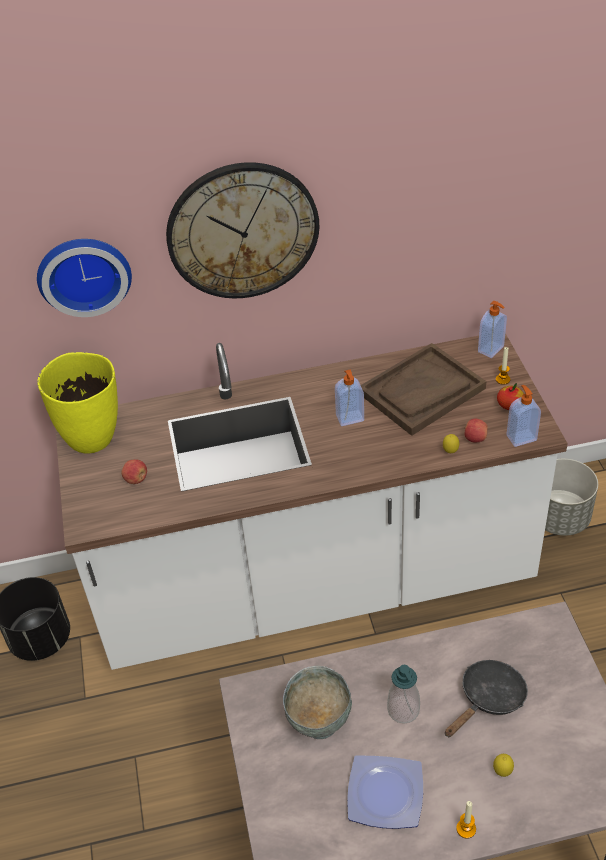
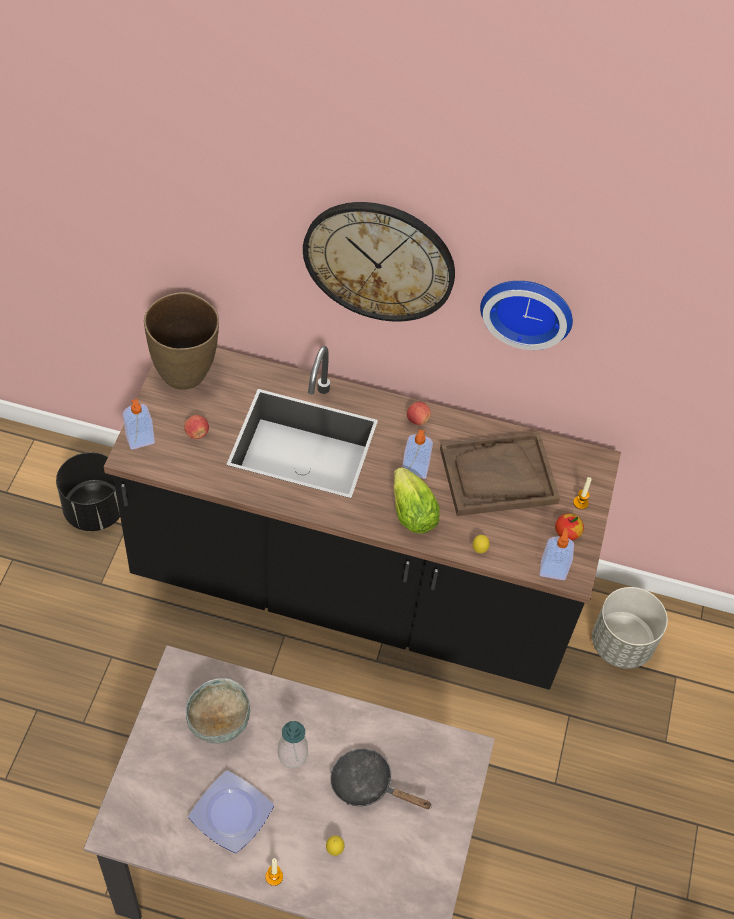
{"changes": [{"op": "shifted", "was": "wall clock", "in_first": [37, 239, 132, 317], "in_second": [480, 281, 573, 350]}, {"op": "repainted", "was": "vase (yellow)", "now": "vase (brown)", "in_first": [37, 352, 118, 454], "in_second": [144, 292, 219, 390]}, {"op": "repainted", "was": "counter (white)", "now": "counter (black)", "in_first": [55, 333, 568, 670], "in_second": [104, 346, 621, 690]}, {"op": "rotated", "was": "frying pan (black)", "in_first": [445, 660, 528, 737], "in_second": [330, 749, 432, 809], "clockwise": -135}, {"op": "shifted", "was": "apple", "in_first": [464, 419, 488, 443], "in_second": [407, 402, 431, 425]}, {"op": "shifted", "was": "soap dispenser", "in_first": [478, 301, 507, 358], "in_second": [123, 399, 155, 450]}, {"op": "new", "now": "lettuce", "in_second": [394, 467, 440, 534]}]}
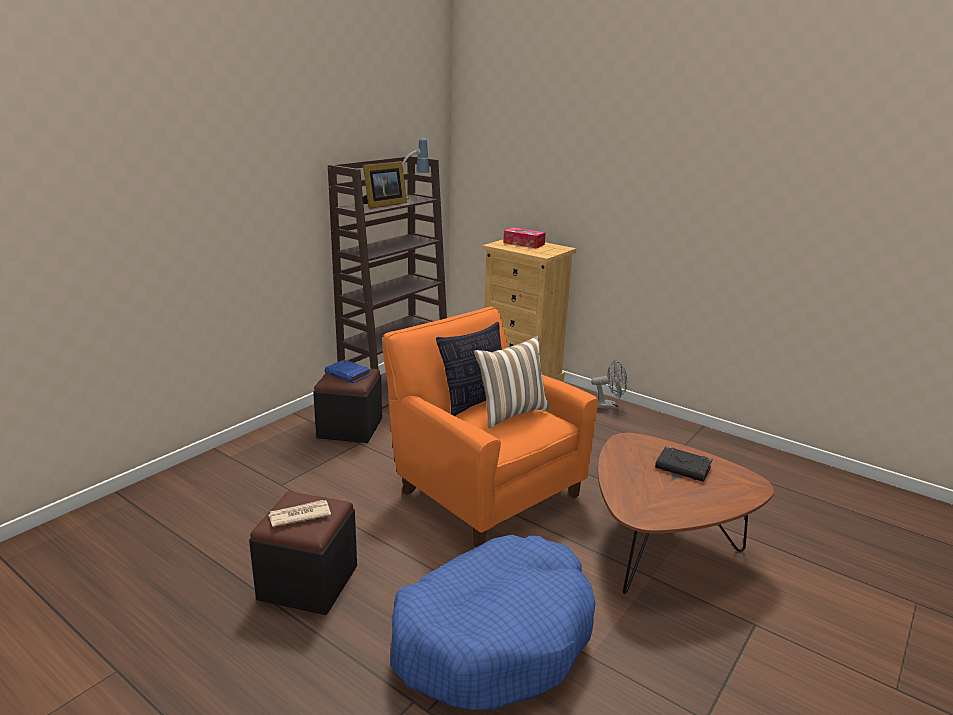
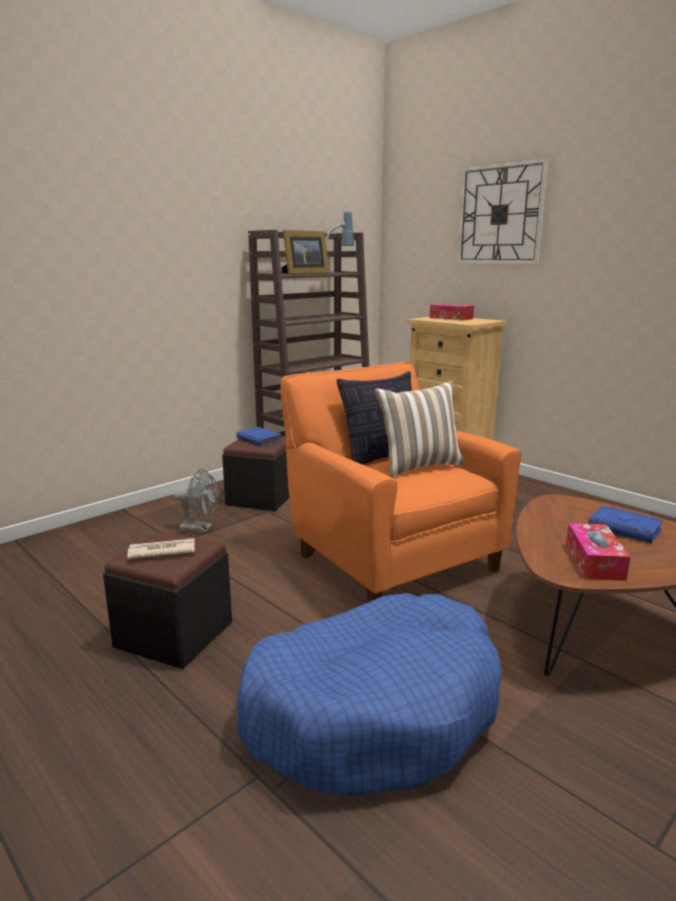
{"changes": [{"op": "shifted", "was": "fan (grey)", "in_first": [591, 360, 627, 409], "in_second": [173, 469, 219, 533]}, {"op": "repainted", "was": "book (black)", "now": "book (blue)", "in_first": [655, 446, 713, 482], "in_second": [589, 505, 663, 543]}, {"op": "new", "now": "wall clock", "in_second": [457, 158, 549, 264]}, {"op": "new", "now": "tissue box", "in_second": [566, 523, 630, 581]}]}
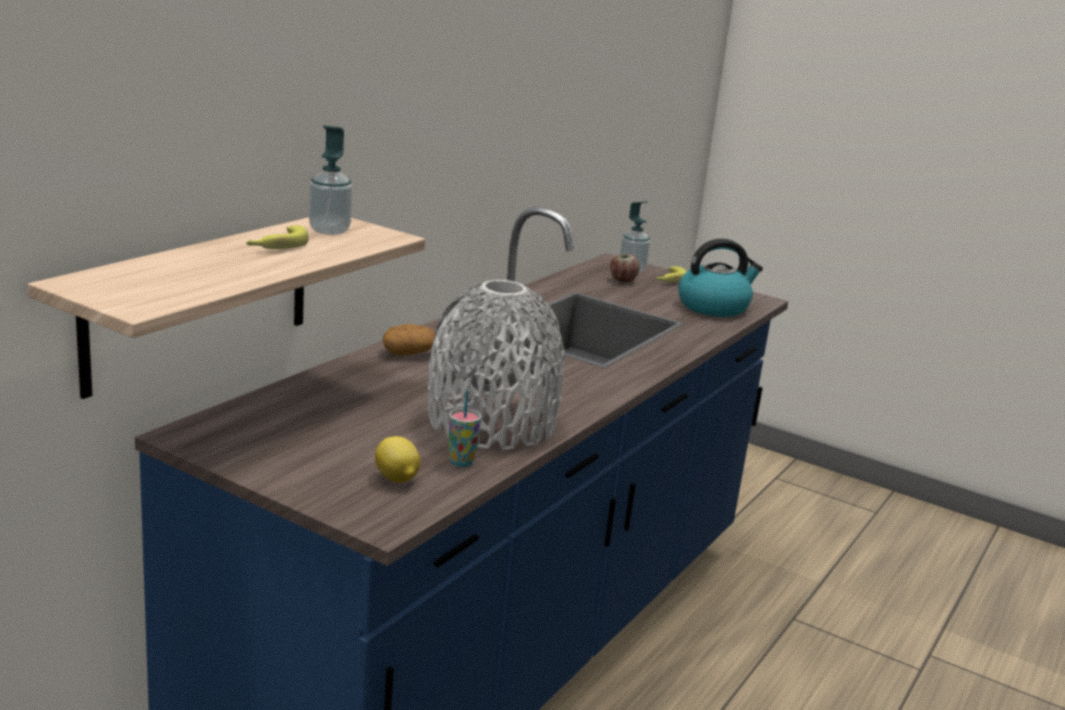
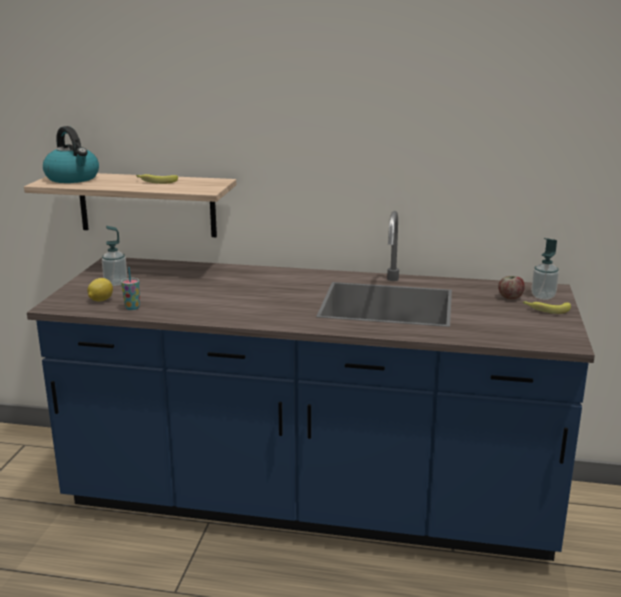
{"changes": [{"op": "shifted", "was": "soap dispenser", "in_first": [309, 126, 352, 235], "in_second": [102, 226, 127, 286]}, {"op": "gone", "was": "potato", "in_first": [383, 324, 435, 355]}, {"op": "gone", "was": "vase (grey)", "in_first": [428, 280, 565, 450]}, {"op": "shifted", "was": "kettle", "in_first": [678, 239, 763, 317], "in_second": [43, 126, 99, 183]}]}
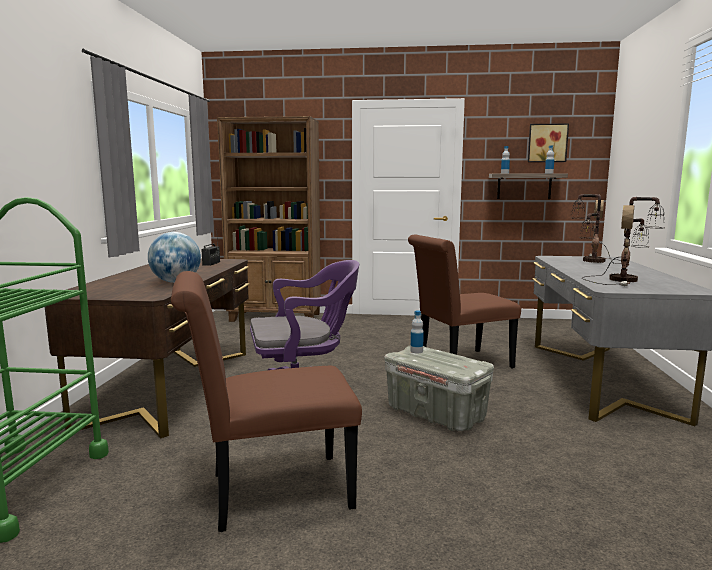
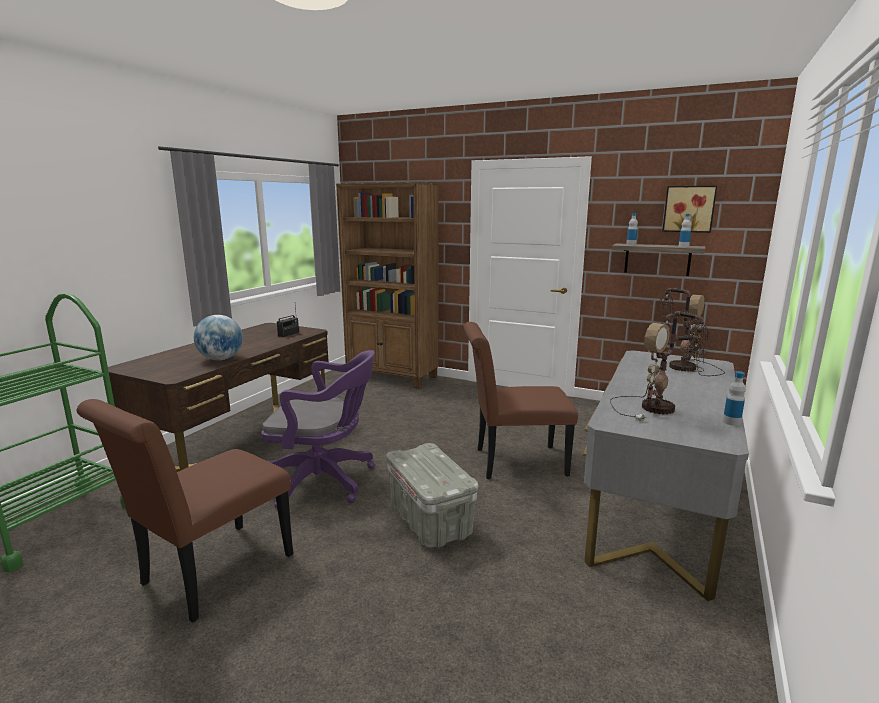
{"changes": [{"op": "rotated", "was": "chair (brown)", "in_first": [171, 271, 362, 532], "in_second": [77, 399, 293, 623], "clockwise": -60}, {"op": "shifted", "was": "bottle", "in_first": [410, 310, 424, 353], "in_second": [723, 371, 746, 426]}]}
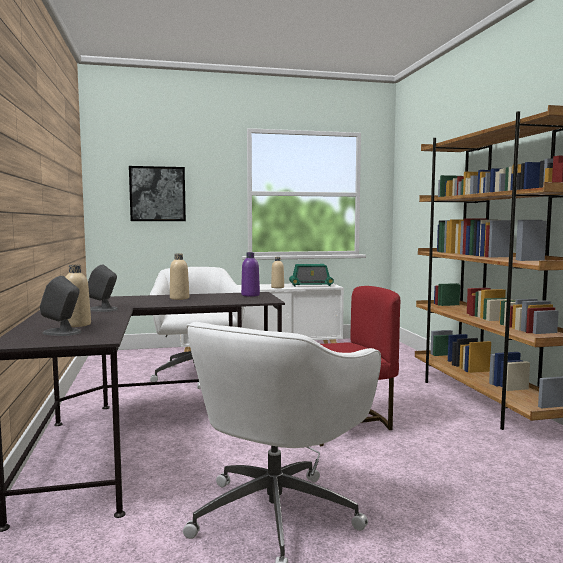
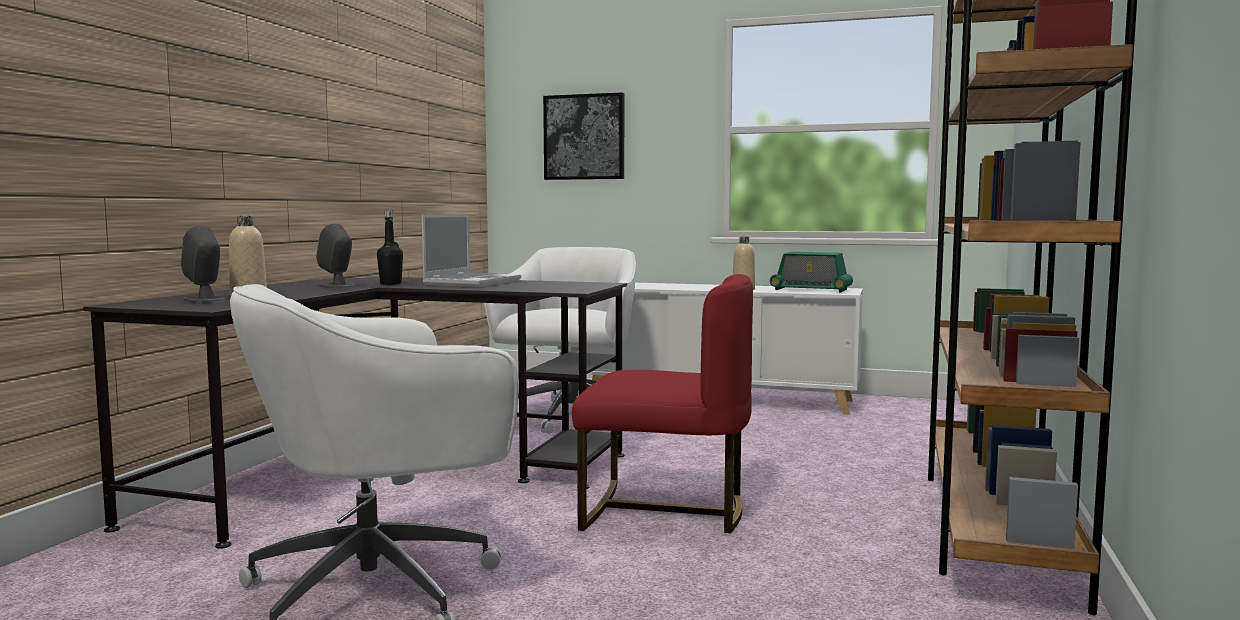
{"changes": [{"op": "swapped", "was": "bottle (beige)", "now": "laptop", "in_first": [170, 254, 189, 300], "in_second": [422, 214, 521, 287]}, {"op": "gone", "was": "bottle (purple)", "in_first": [241, 252, 260, 297]}, {"op": "new", "now": "bottle (black)", "in_second": [377, 211, 403, 285]}]}
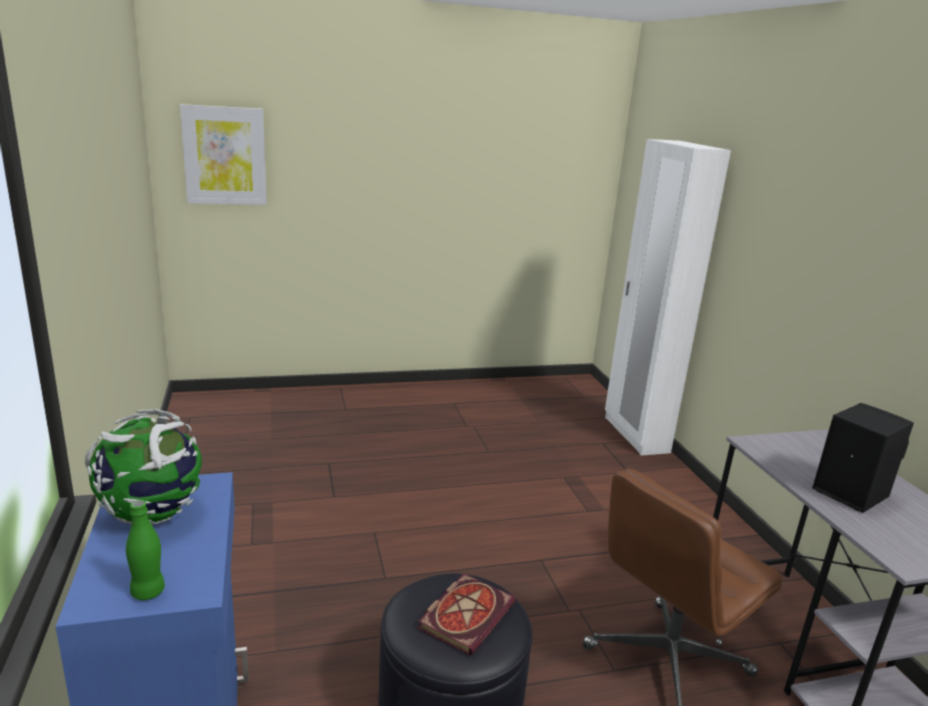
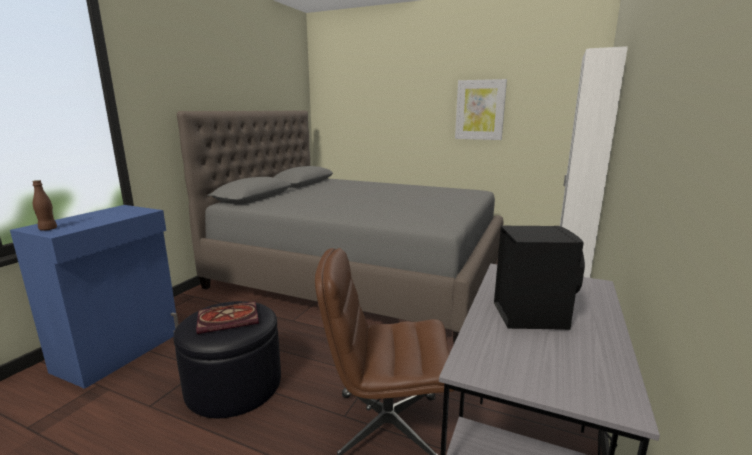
{"changes": [{"op": "gone", "was": "globe", "in_first": [85, 409, 202, 525]}, {"op": "repainted", "was": "bottle (green)", "now": "bottle (brown)", "in_first": [126, 500, 165, 600], "in_second": [32, 180, 57, 231]}, {"op": "shifted", "was": "picture", "in_first": [180, 104, 267, 205], "in_second": [455, 79, 507, 140]}, {"op": "new", "now": "bed (grey)", "in_second": [177, 110, 504, 343]}]}
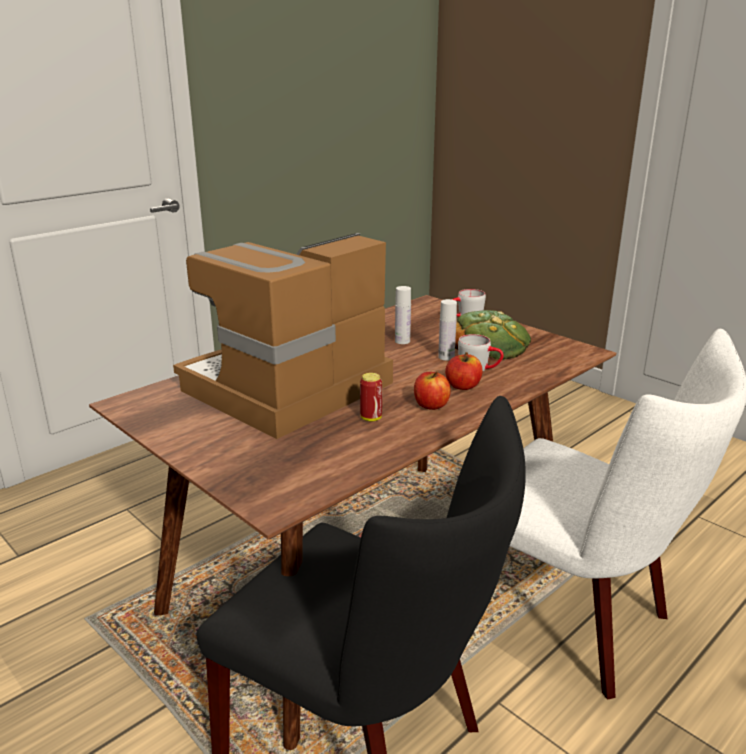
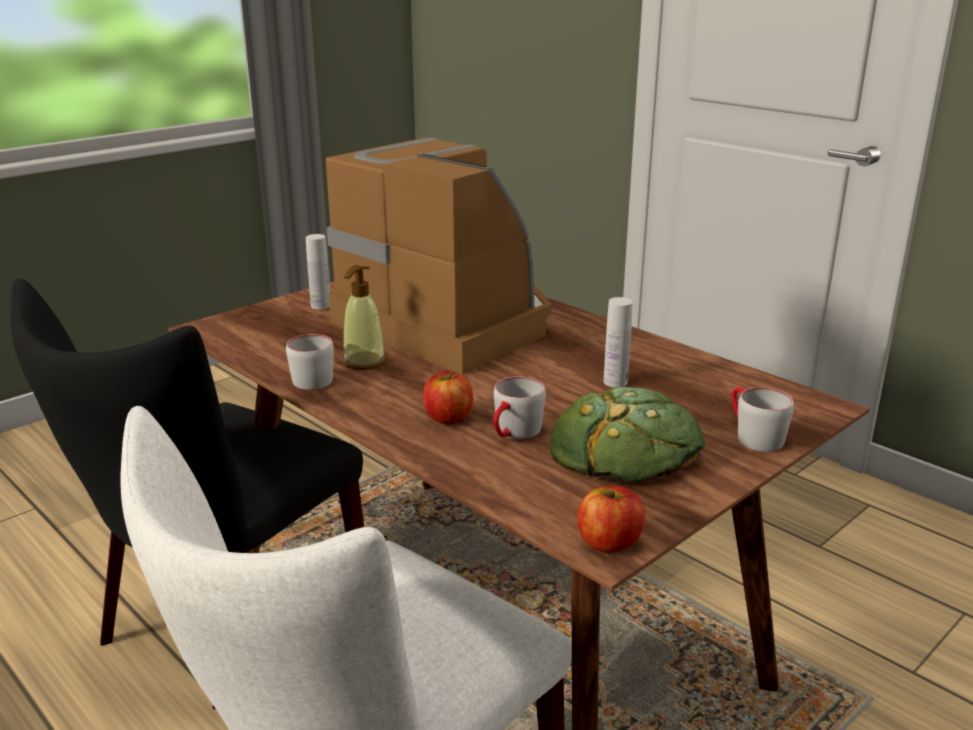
{"changes": [{"op": "swapped", "was": "can", "now": "soap dispenser", "in_first": [360, 373, 382, 422], "in_second": [343, 265, 386, 370]}, {"op": "shifted", "was": "apple", "in_first": [414, 372, 450, 410], "in_second": [577, 486, 645, 553]}, {"op": "shifted", "was": "bottle (white)", "in_first": [438, 299, 457, 361], "in_second": [306, 234, 330, 309]}, {"op": "new", "now": "mug (grey)", "in_second": [286, 334, 334, 390]}]}
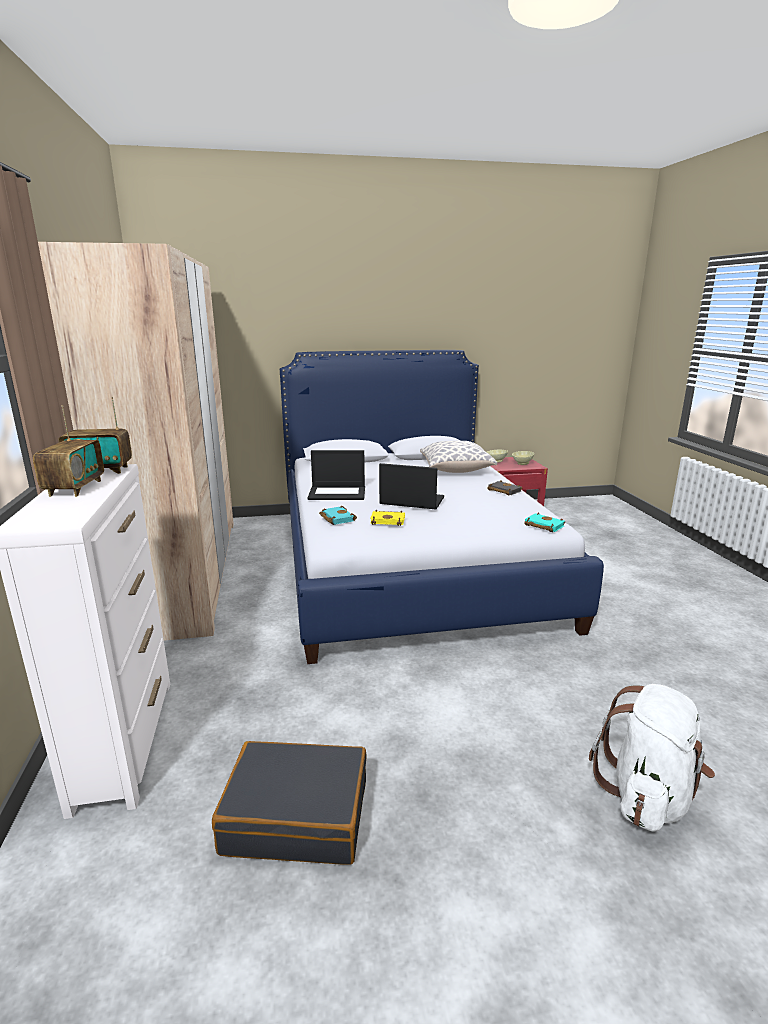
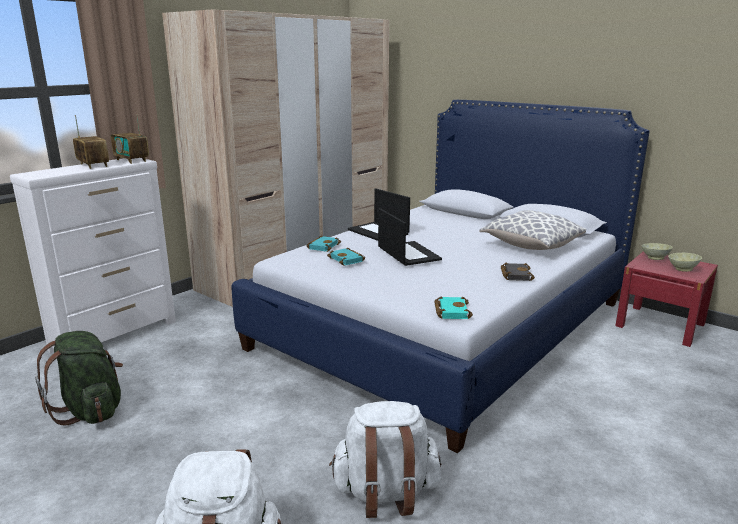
{"changes": [{"op": "rotated", "was": "radio", "in_first": [33, 405, 104, 497], "in_second": [73, 115, 109, 169], "clockwise": -90}, {"op": "swapped", "was": "suitcase (black)", "now": "backpack (green)", "in_first": [212, 741, 367, 865], "in_second": [35, 331, 123, 425]}, {"op": "repainted", "was": "book (yellow)", "now": "book (turquoise)", "in_first": [370, 510, 405, 526], "in_second": [327, 247, 365, 266]}, {"op": "new", "now": "backpack (white)", "in_second": [329, 401, 441, 518]}]}
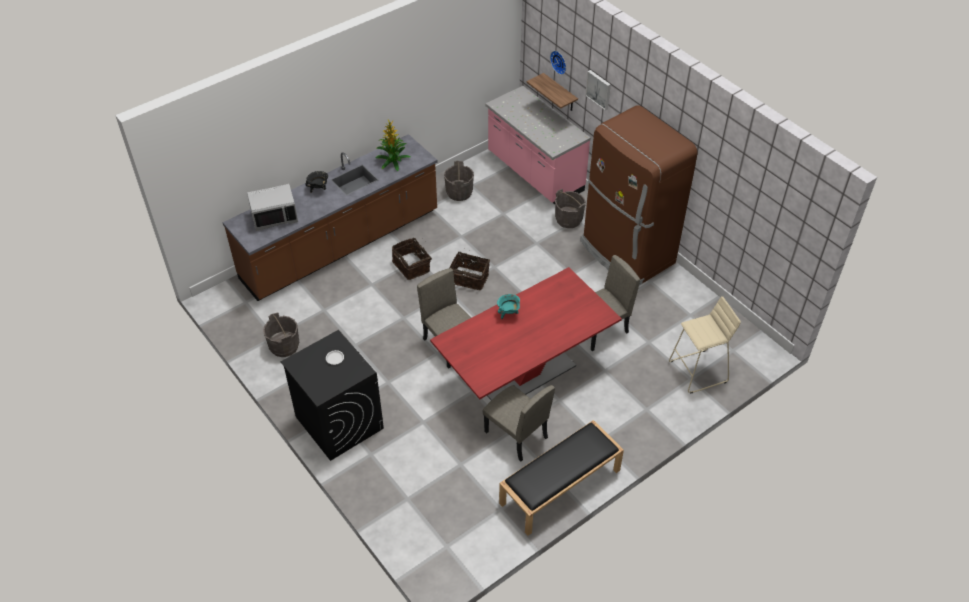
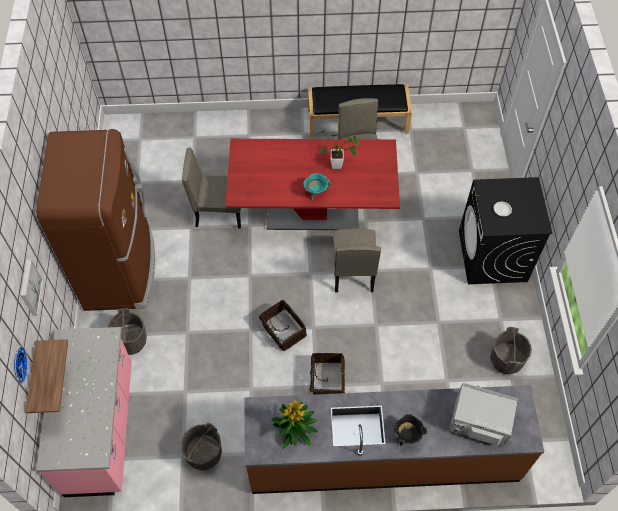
{"changes": [{"op": "gone", "was": "stool (beige)", "in_first": [669, 296, 741, 394]}, {"op": "new", "now": "potted plant", "in_second": [318, 131, 359, 169]}]}
